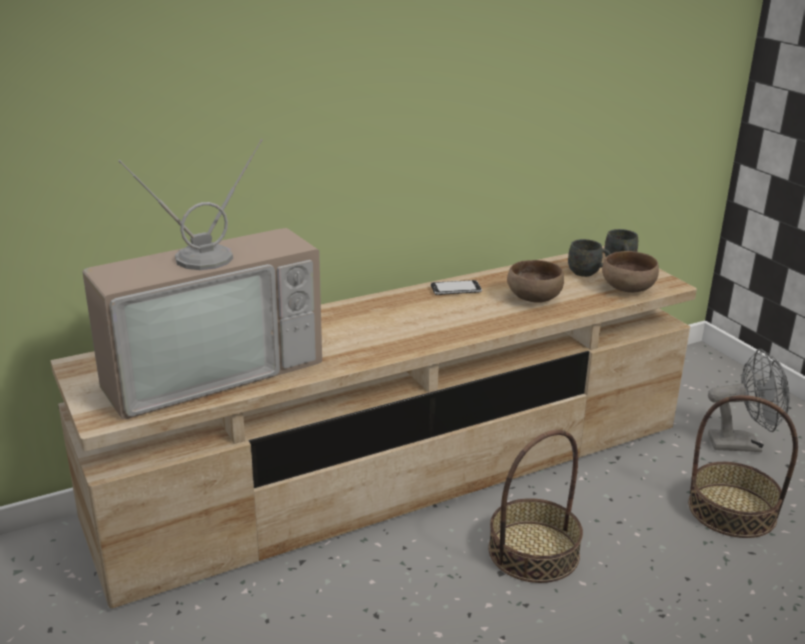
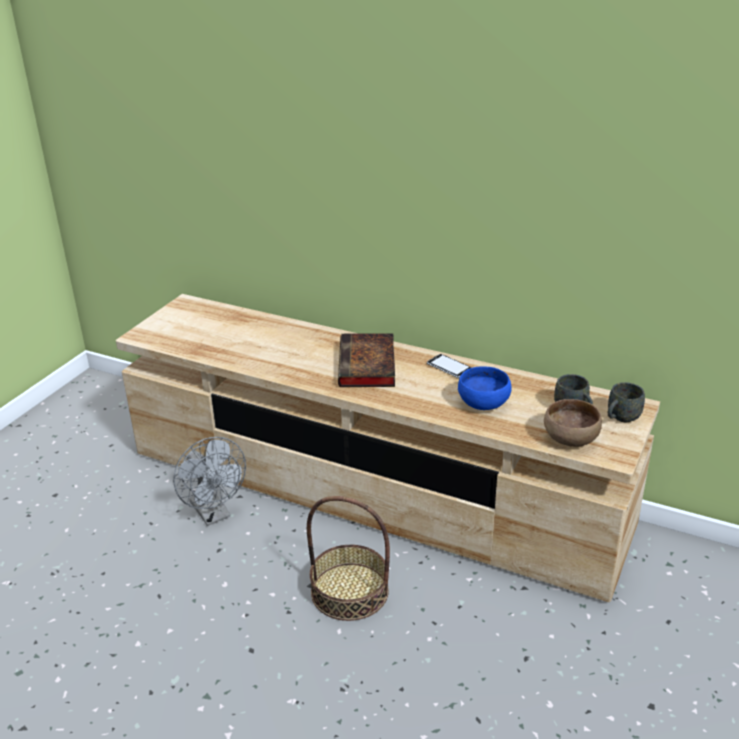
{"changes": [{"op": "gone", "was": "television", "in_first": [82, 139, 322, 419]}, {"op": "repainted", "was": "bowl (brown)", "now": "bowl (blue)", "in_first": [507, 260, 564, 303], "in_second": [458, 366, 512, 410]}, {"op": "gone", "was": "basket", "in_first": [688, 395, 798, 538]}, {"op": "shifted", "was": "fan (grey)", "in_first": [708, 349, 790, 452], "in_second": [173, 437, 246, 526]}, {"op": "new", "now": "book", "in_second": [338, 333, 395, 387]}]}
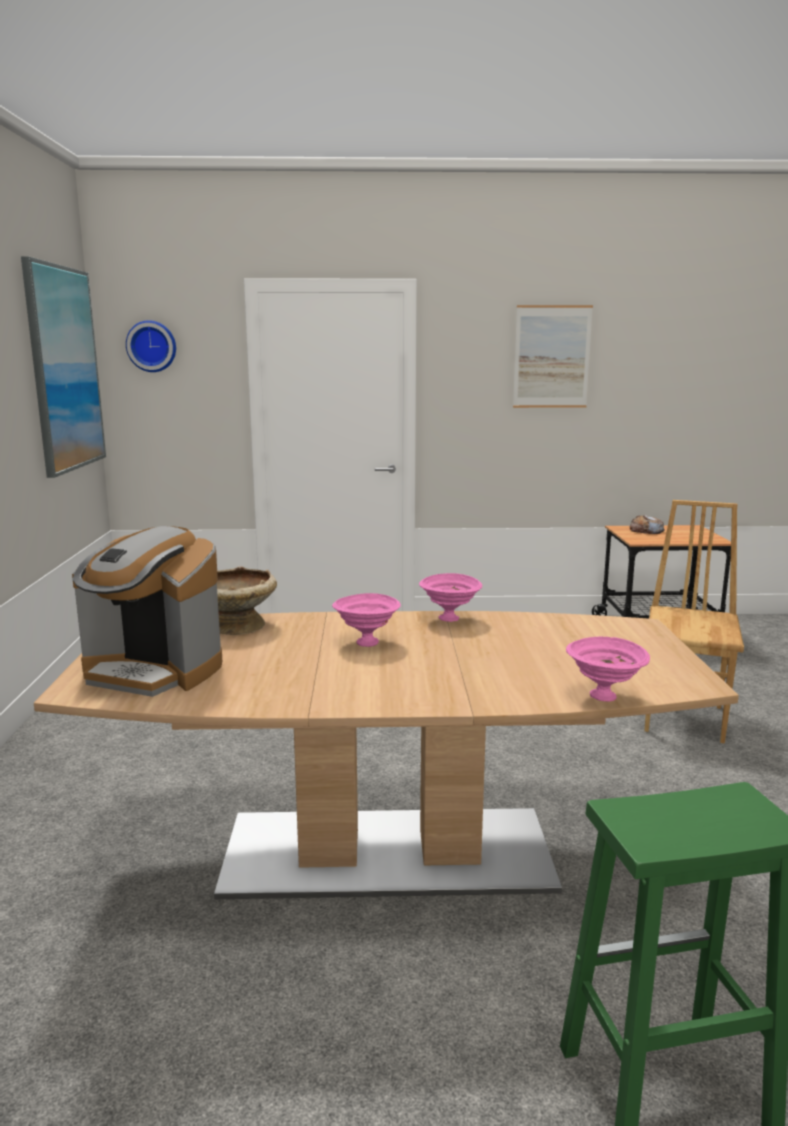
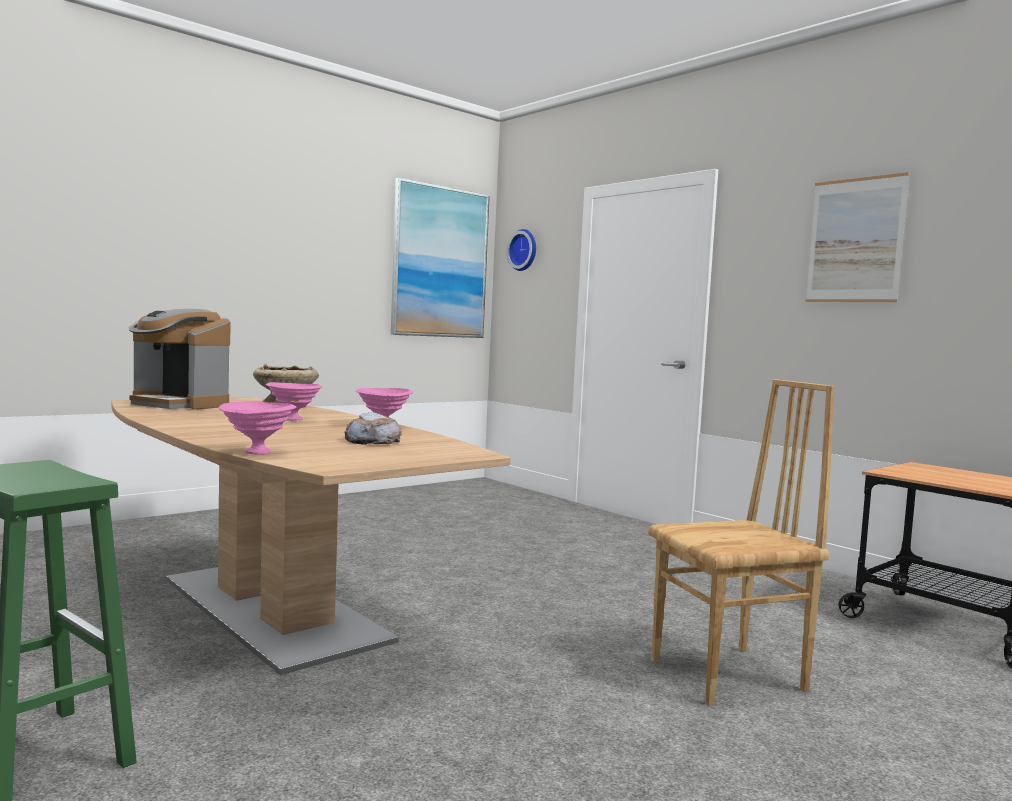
{"changes": [{"op": "rotated", "was": "coffee machine", "in_first": [72, 526, 222, 697], "in_second": [129, 309, 231, 410], "clockwise": -45}, {"op": "shifted", "was": "bread", "in_first": [629, 515, 665, 534], "in_second": [345, 412, 402, 445]}]}
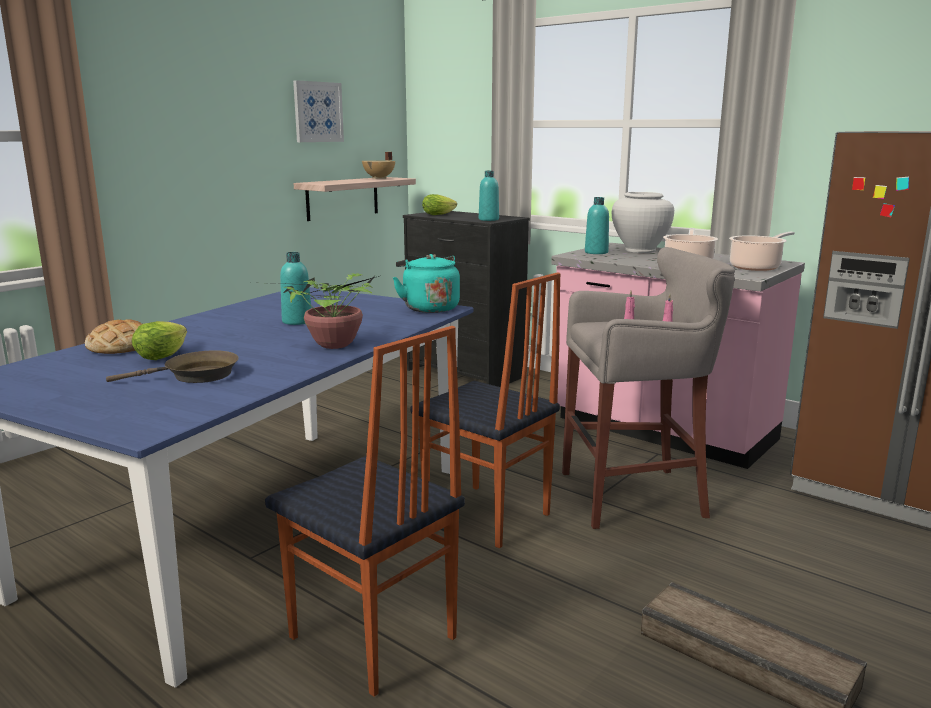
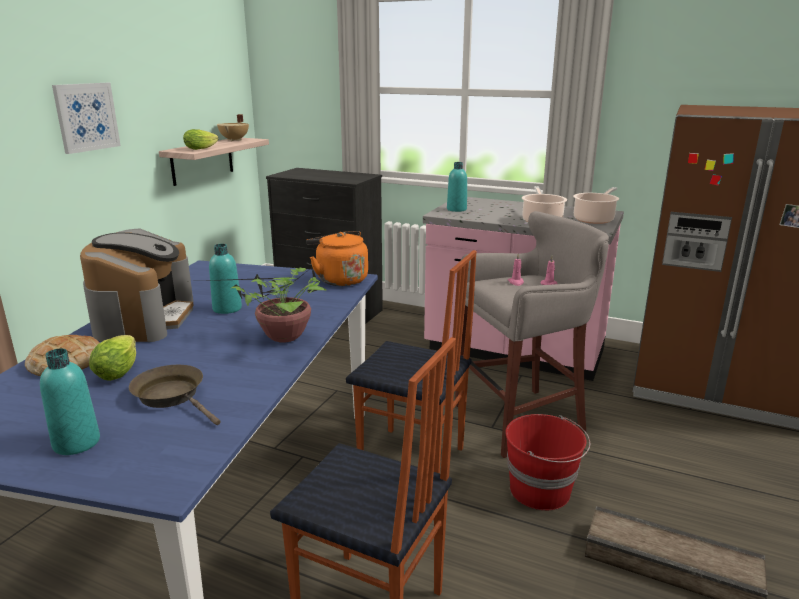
{"changes": [{"op": "rotated", "was": "frying pan (brown)", "in_first": [106, 350, 239, 383], "in_second": [129, 365, 221, 425], "clockwise": -105}, {"op": "shifted", "was": "picture", "in_first": [293, 80, 344, 142], "in_second": [52, 83, 121, 154]}, {"op": "repainted", "was": "kettle (turquoise)", "now": "kettle (orange)", "in_first": [393, 254, 460, 313], "in_second": [306, 231, 368, 286]}, {"op": "shifted", "was": "lettuce", "in_first": [422, 194, 457, 215], "in_second": [183, 129, 219, 150]}, {"op": "shifted", "was": "bottle (turquoise)", "in_first": [479, 171, 499, 221], "in_second": [40, 348, 100, 455]}, {"op": "gone", "was": "vase (white)", "in_first": [612, 192, 674, 253]}, {"op": "new", "now": "coffee machine", "in_second": [80, 229, 194, 342]}, {"op": "new", "now": "bucket (red)", "in_second": [505, 414, 590, 510]}]}
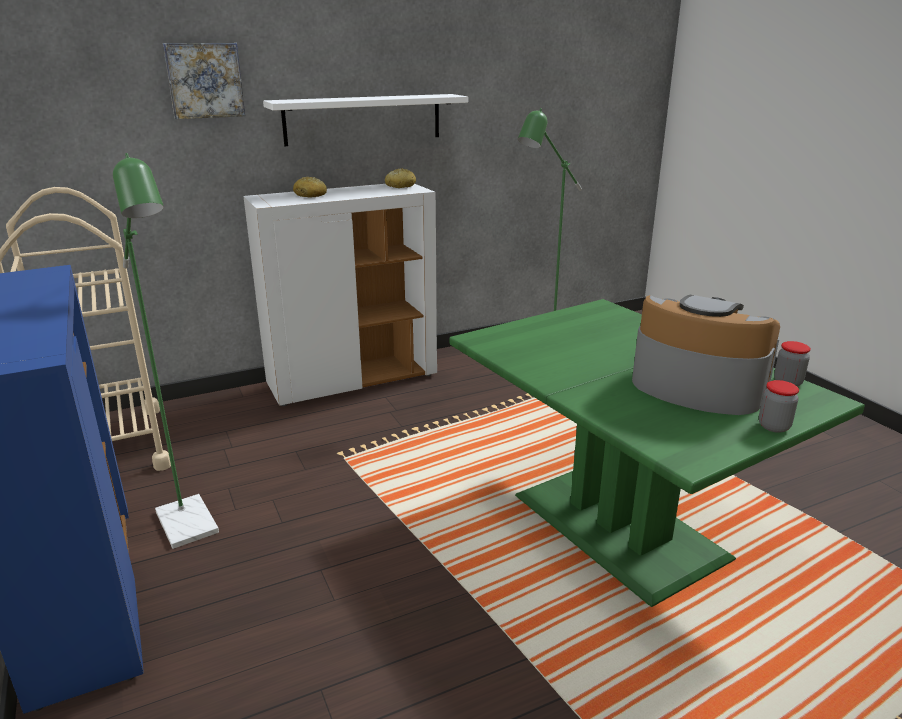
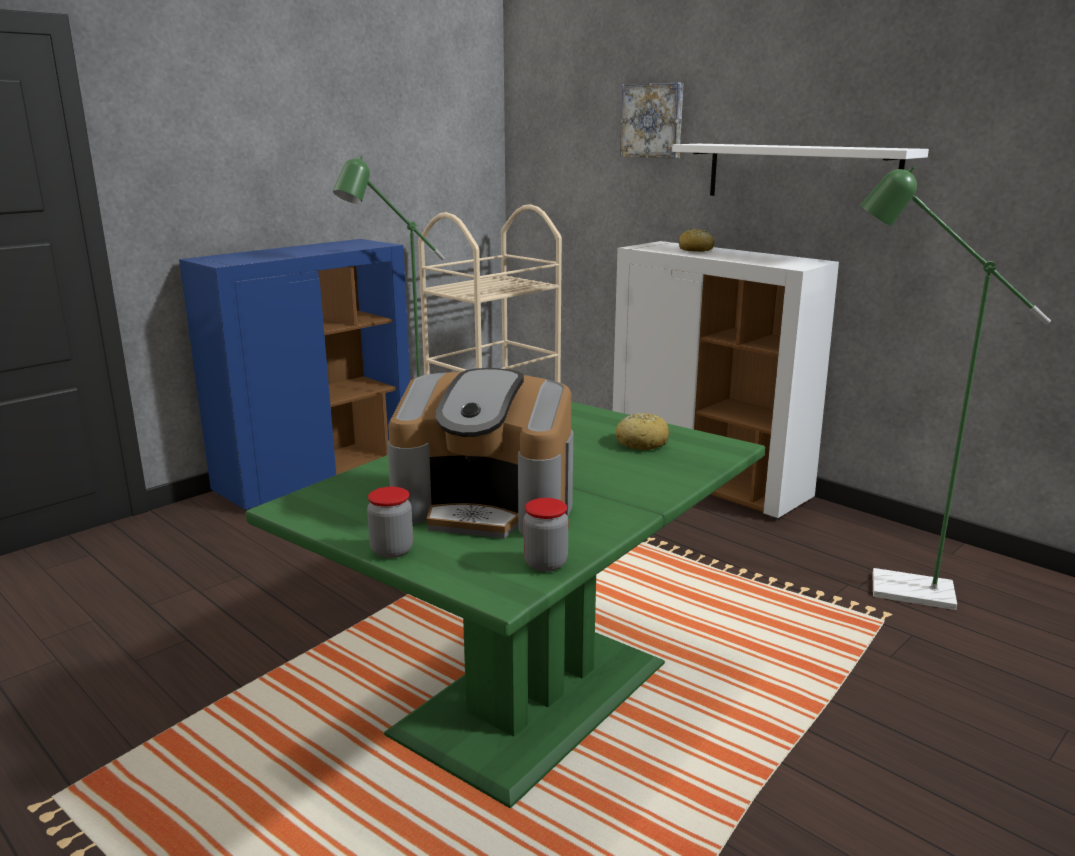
{"changes": [{"op": "shifted", "was": "bread", "in_first": [385, 168, 416, 188], "in_second": [616, 413, 669, 450]}, {"op": "rotated", "was": "coffee machine", "in_first": [632, 295, 780, 415], "in_second": [387, 368, 573, 539], "clockwise": 90}]}
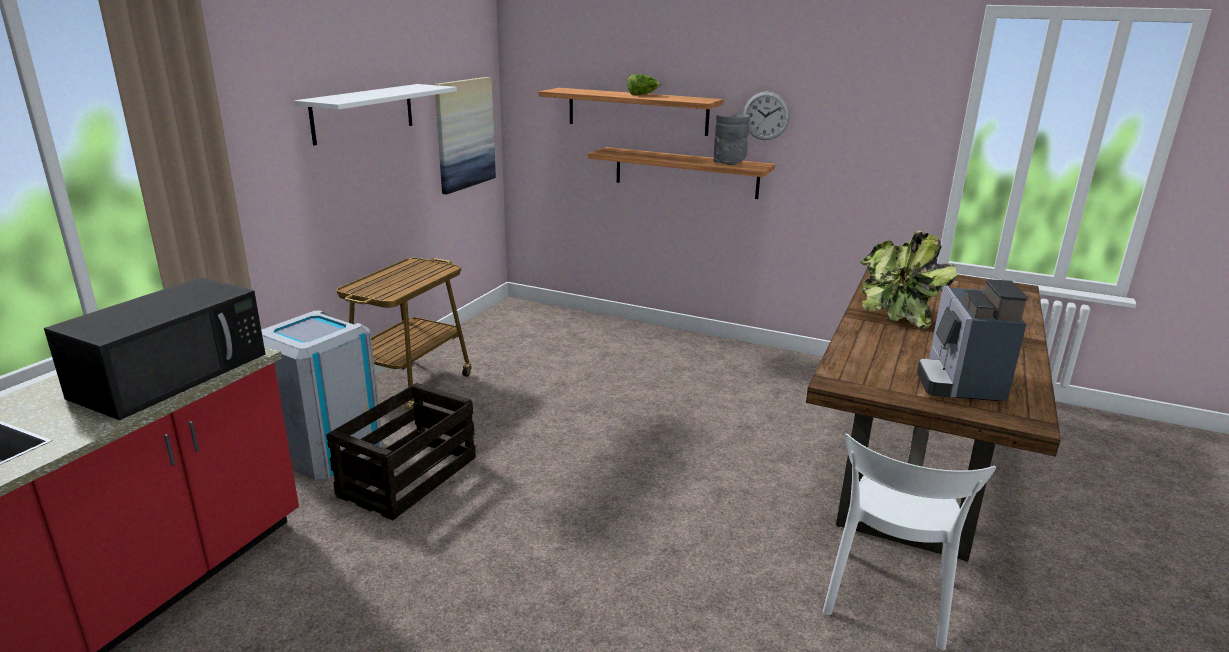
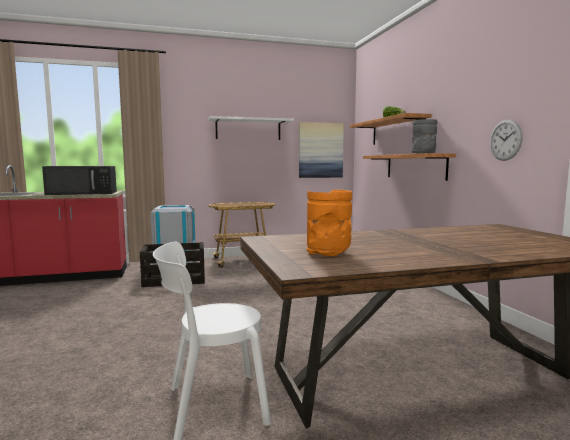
{"changes": [{"op": "shifted", "was": "wall clock", "in_first": [743, 91, 790, 140], "in_second": [490, 119, 523, 161]}, {"op": "gone", "was": "potted plant", "in_first": [860, 230, 957, 328]}, {"op": "swapped", "was": "coffee machine", "now": "vase (orange)", "in_first": [917, 279, 1028, 401], "in_second": [307, 190, 352, 256]}]}
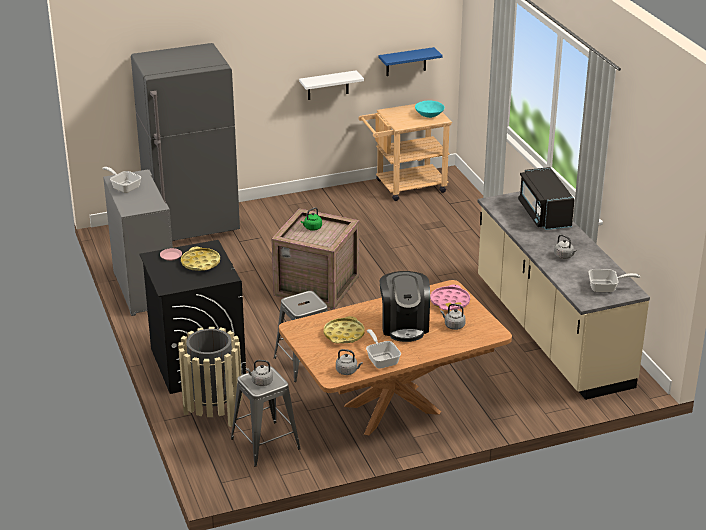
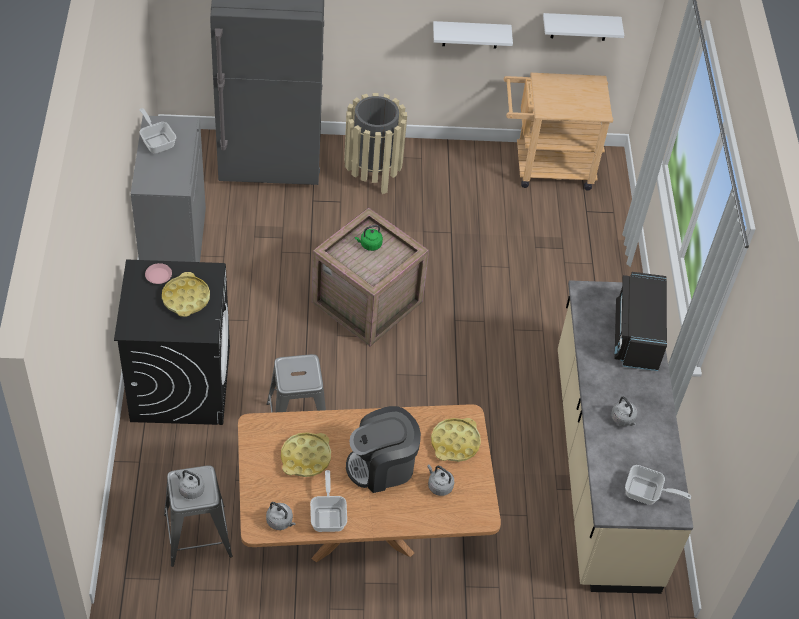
{"changes": [{"op": "shifted", "was": "trash can (beige)", "in_first": [178, 327, 243, 427], "in_second": [344, 93, 407, 194]}, {"op": "repainted", "was": "shelf (blue)", "now": "shelf (white)", "in_first": [378, 47, 443, 76], "in_second": [543, 13, 624, 41]}, {"op": "rotated", "was": "coffee machine", "in_first": [380, 271, 430, 342], "in_second": [346, 406, 421, 493], "clockwise": 60}, {"op": "gone", "was": "bowl (turquoise)", "in_first": [415, 101, 445, 118]}, {"op": "repainted", "was": "tray (pink)", "now": "tray (yellow)", "in_first": [430, 285, 470, 310], "in_second": [431, 418, 481, 462]}]}
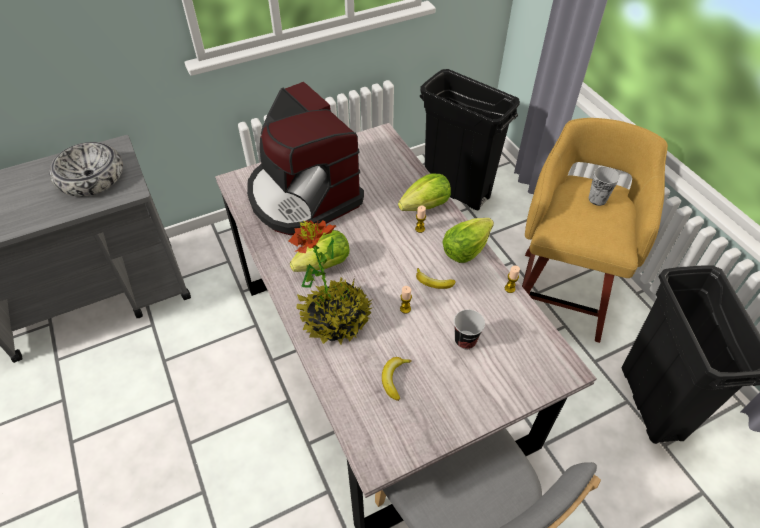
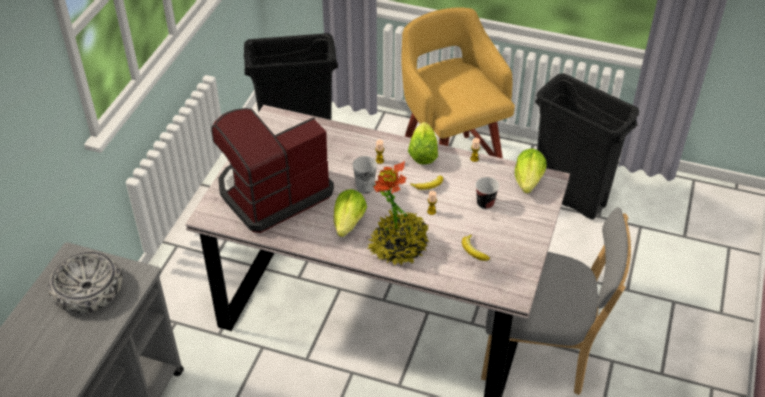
{"changes": [{"op": "rotated", "was": "coffee machine", "in_first": [247, 82, 364, 235], "in_second": [211, 108, 334, 233], "clockwise": 135}, {"op": "shifted", "was": "lettuce", "in_first": [398, 173, 451, 211], "in_second": [515, 148, 547, 193]}, {"op": "shifted", "was": "cup", "in_first": [589, 167, 620, 206], "in_second": [353, 156, 377, 194]}]}
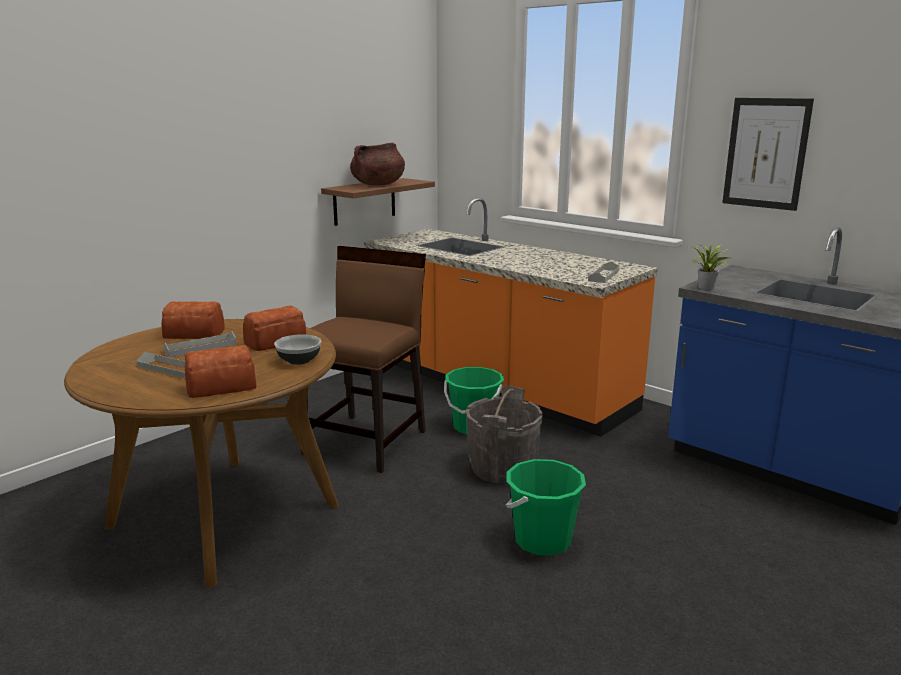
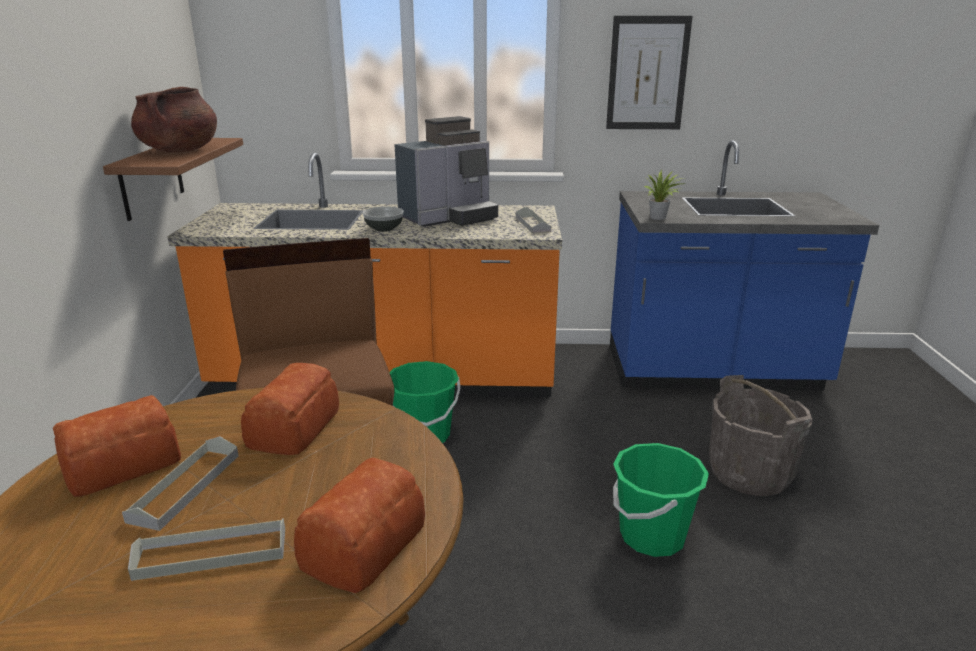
{"changes": [{"op": "shifted", "was": "bowl", "in_first": [274, 334, 321, 365], "in_second": [362, 206, 404, 232]}, {"op": "shifted", "was": "bucket (grey)", "in_first": [466, 385, 543, 484], "in_second": [709, 375, 813, 496]}, {"op": "new", "now": "coffee machine", "in_second": [394, 116, 498, 227]}]}
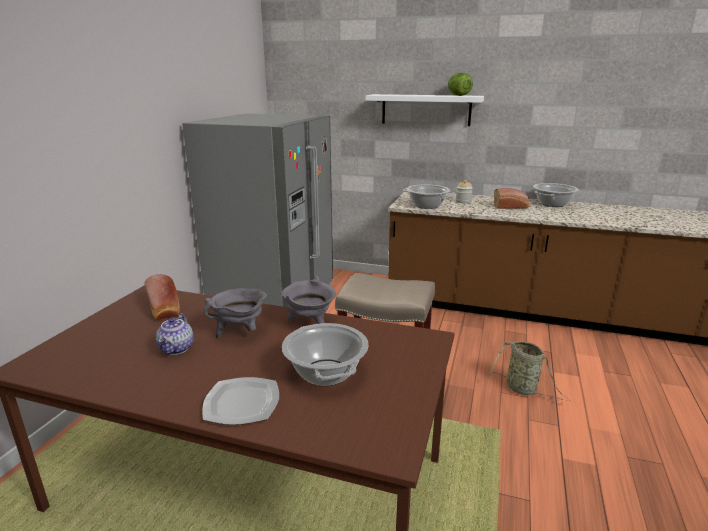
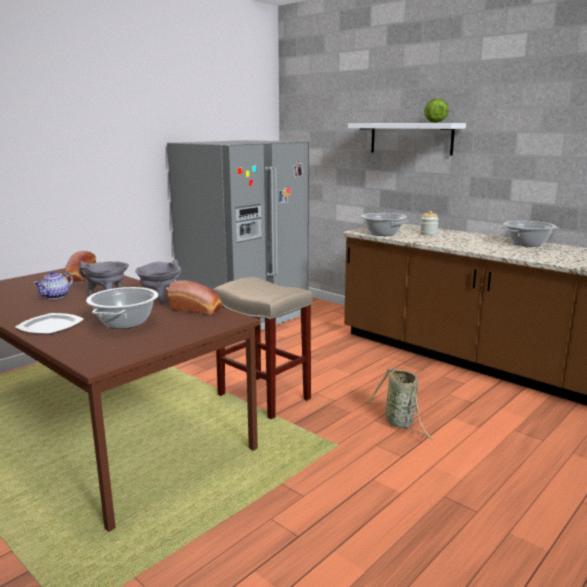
{"changes": [{"op": "shifted", "was": "bread", "in_first": [494, 188, 530, 209], "in_second": [168, 280, 222, 315]}]}
